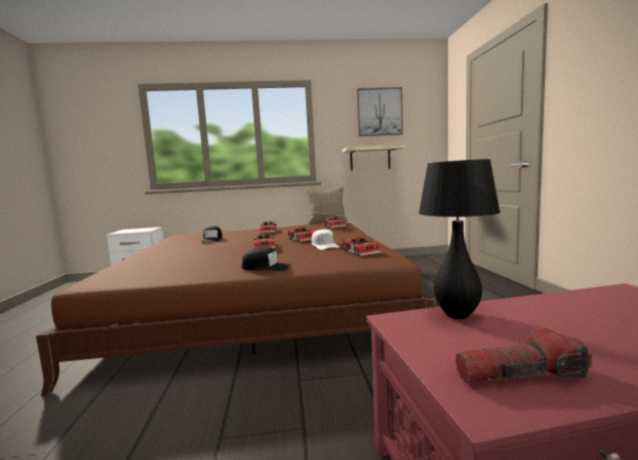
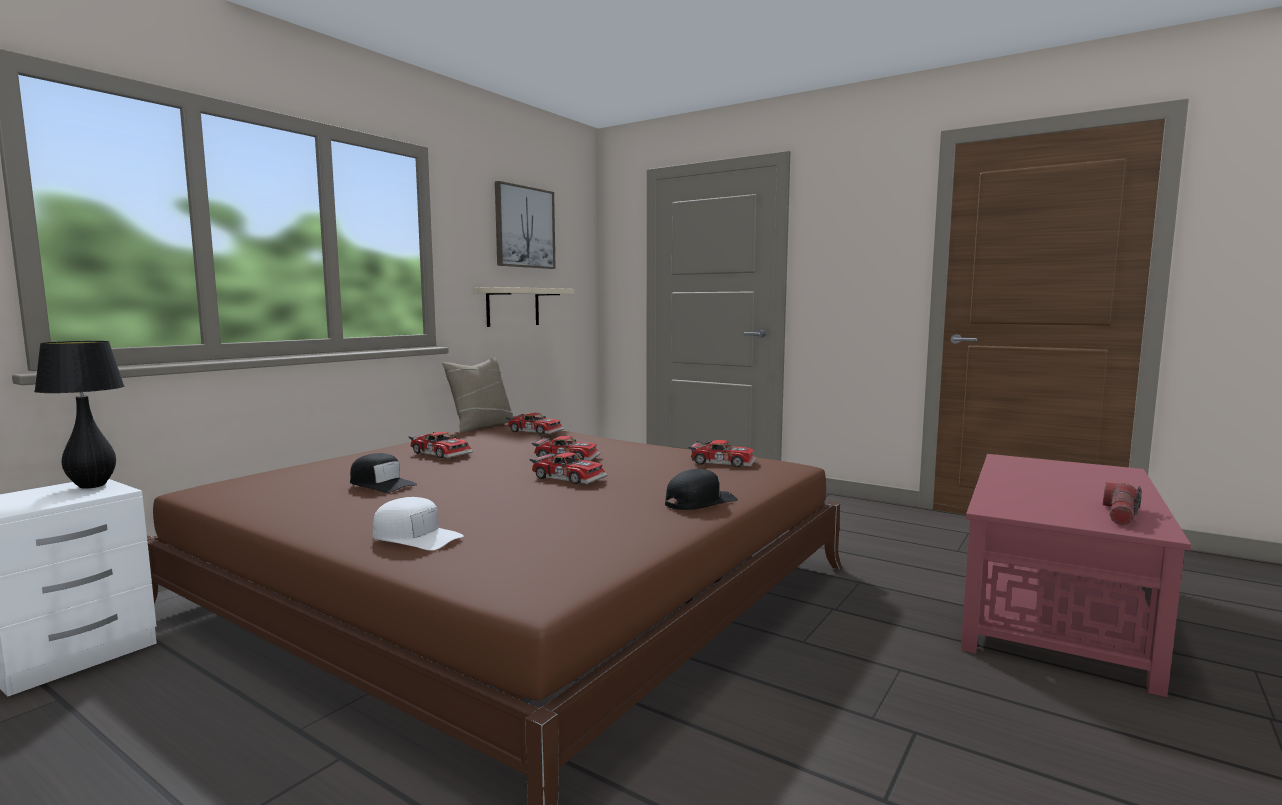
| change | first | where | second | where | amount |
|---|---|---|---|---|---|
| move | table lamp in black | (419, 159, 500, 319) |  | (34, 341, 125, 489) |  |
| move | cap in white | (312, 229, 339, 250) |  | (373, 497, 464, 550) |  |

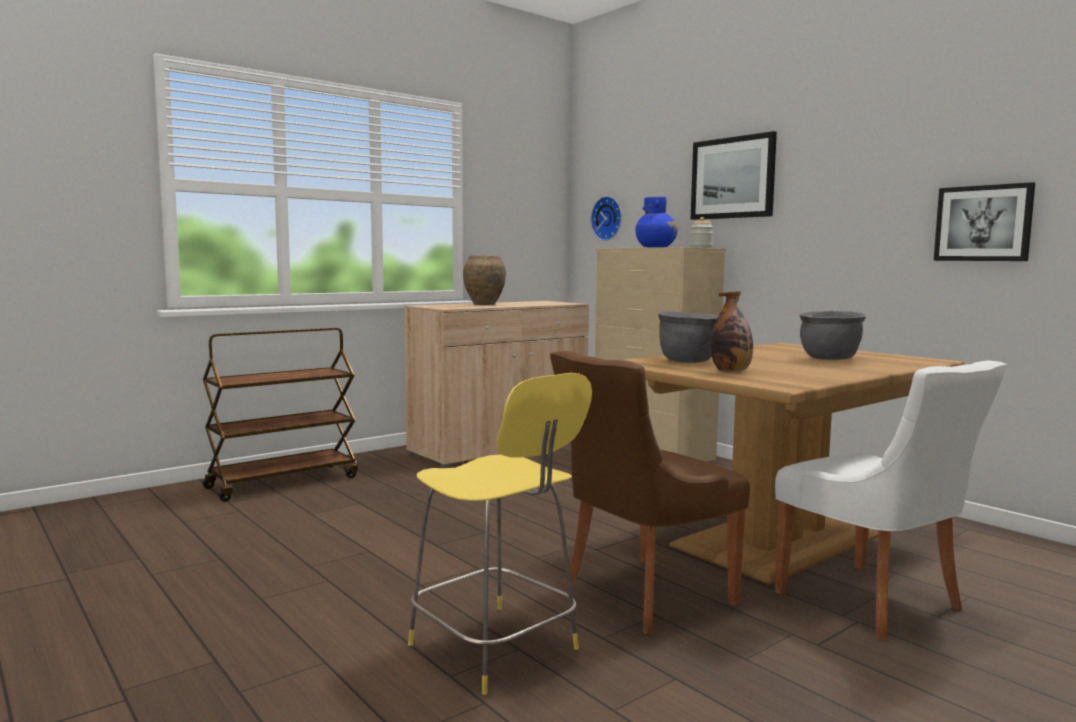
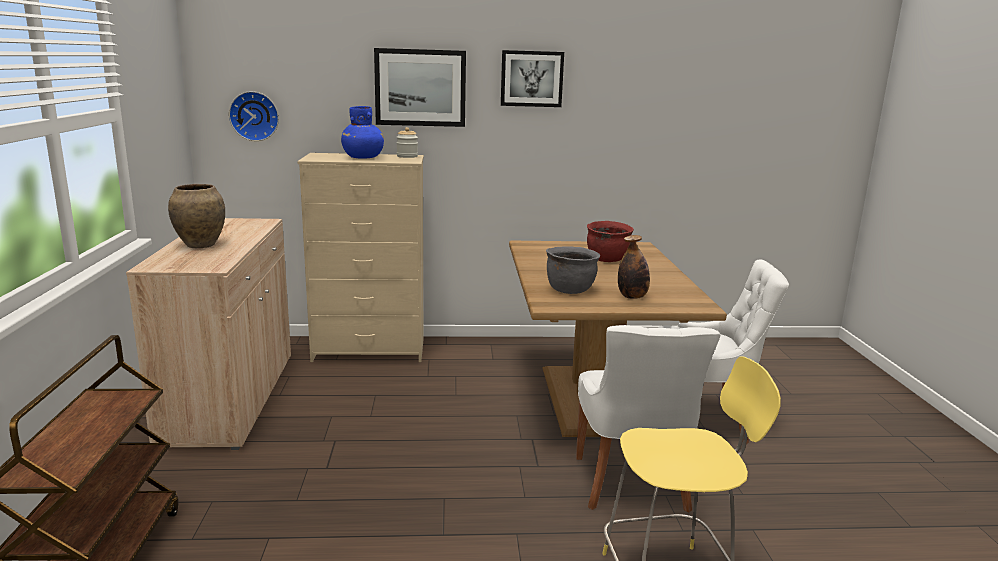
| change | first | where | second | where | amount |
|---|---|---|---|---|---|
| move | picture | (934, 182, 1035, 261) |  | (501, 50, 564, 107) |  |
| recolor | cooking pot in grey | (799, 311, 867, 360) | cooking pot in red | (587, 221, 634, 262) |  |
| recolor | chair in brown | (550, 351, 750, 635) | chair in white | (576, 325, 721, 513) |  |

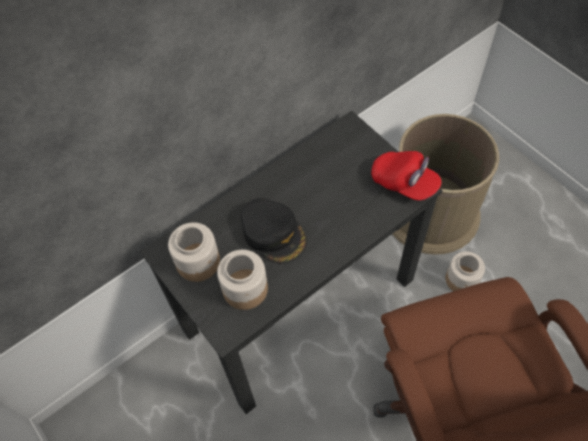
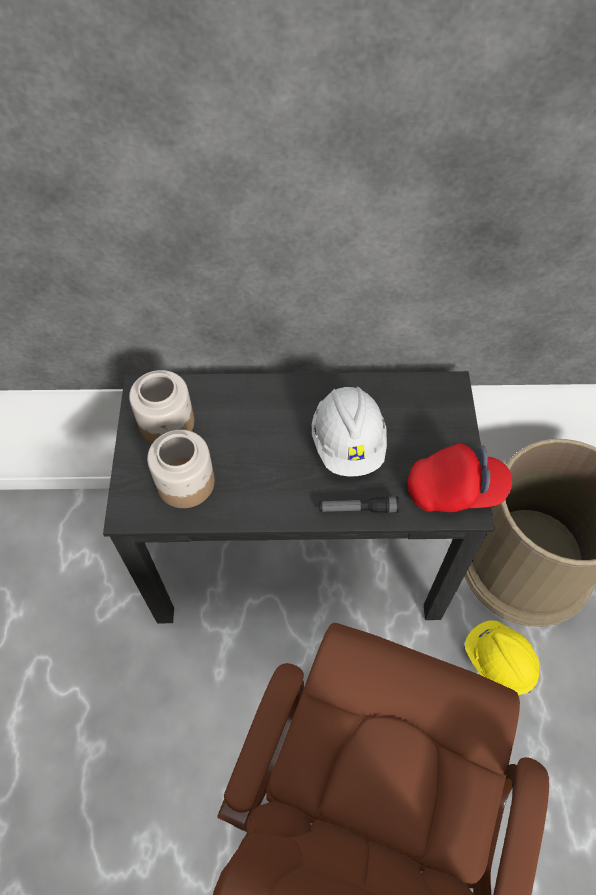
| change | first | where | second | where | amount |
|---|---|---|---|---|---|
| rotate | cap in red | (371, 151, 442, 201) |  | (407, 444, 512, 512) | 75 degrees counterclockwise |
| delete | cap in black | (241, 198, 307, 264) |  |  |  |
| replace | jar | (446, 251, 485, 291) | hard hat in yellow | (465, 620, 539, 695) |  |
| insert |  |  | hard hat in white | (312, 387, 387, 477) |  |
| insert |  |  | flashlight | (319, 496, 399, 513) |  |

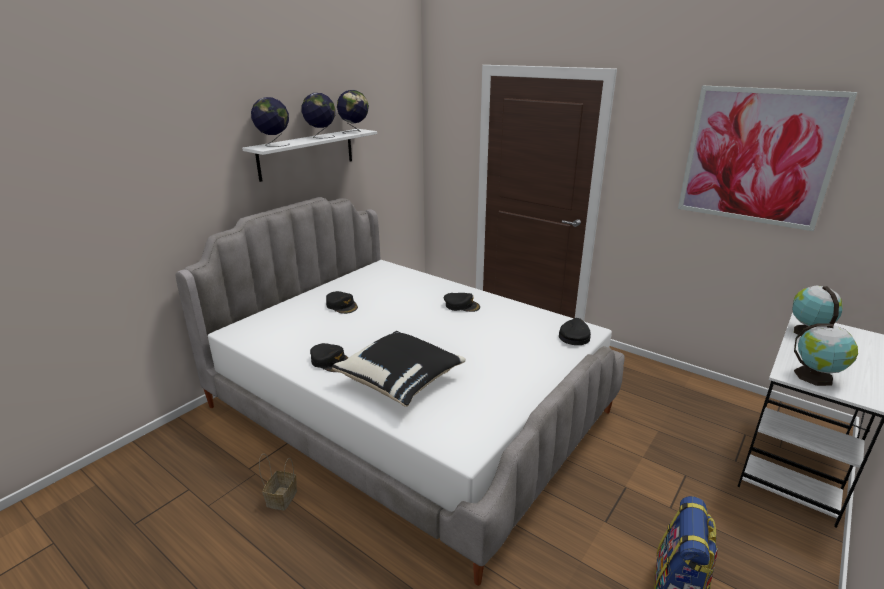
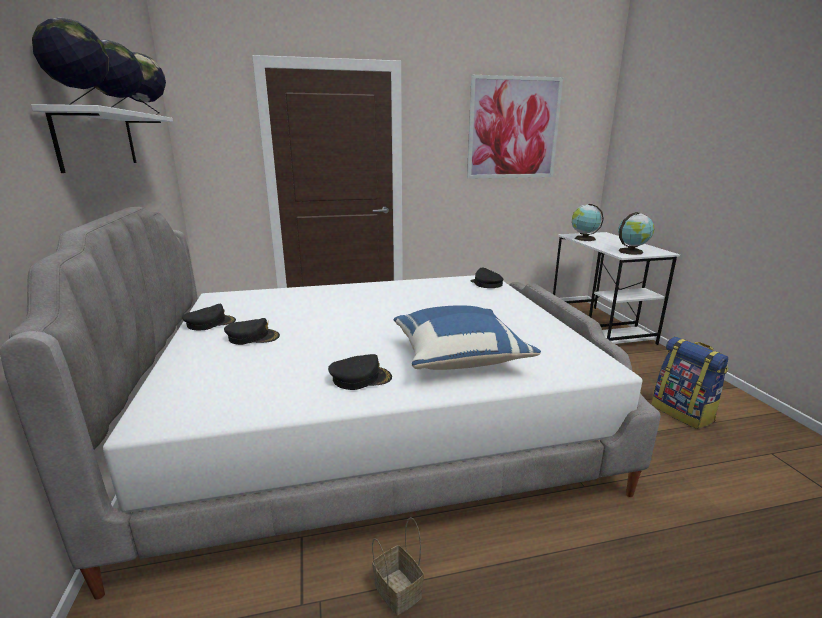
| change | first | where | second | where | amount |
|---|---|---|---|---|---|
| move | cap in black | (444, 293, 480, 312) |  | (182, 304, 236, 330) |  |
| recolor | pillow in black | (332, 331, 466, 407) | pillow in blue | (394, 305, 541, 370) |  |

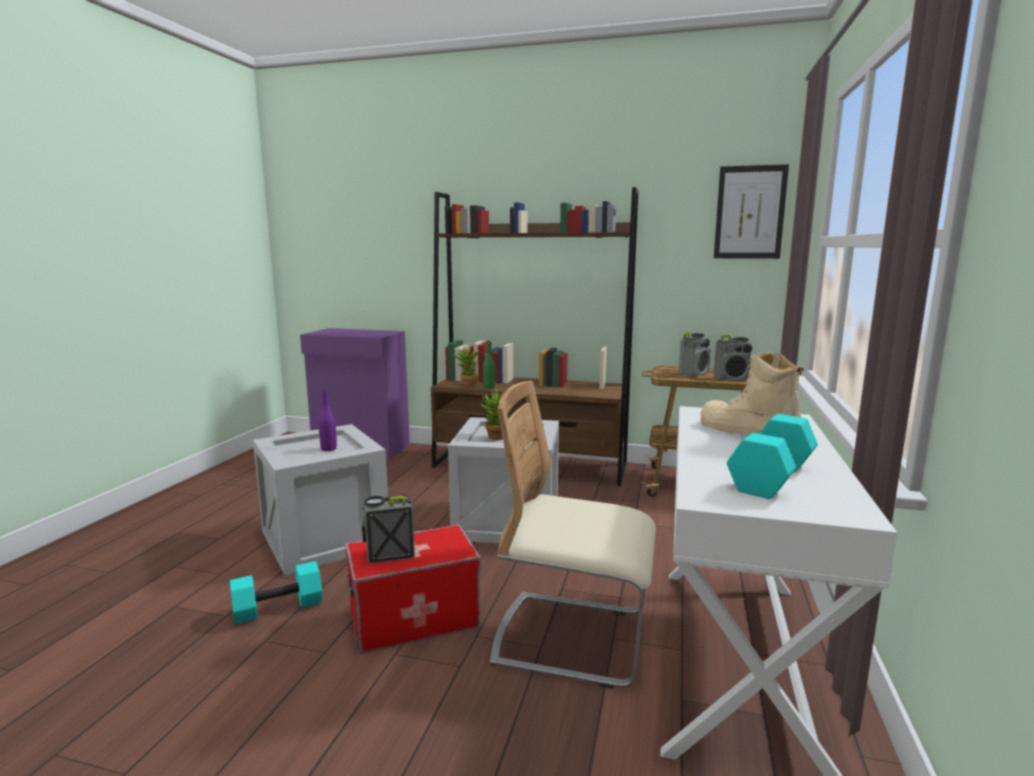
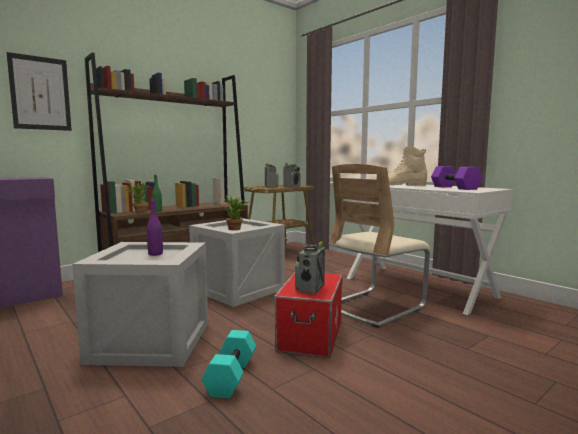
| change | first | where | second | where | amount |
|---|---|---|---|---|---|
| move | picture | (714, 164, 789, 259) |  | (7, 52, 72, 131) |  |
| recolor | dumbbell in turquoise | (727, 414, 818, 499) | dumbbell in purple | (431, 166, 482, 190) |  |

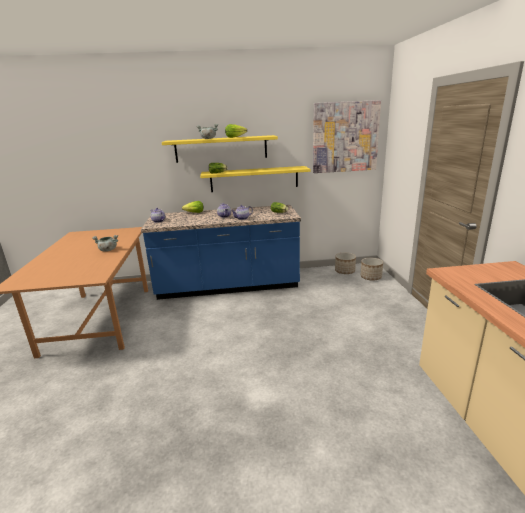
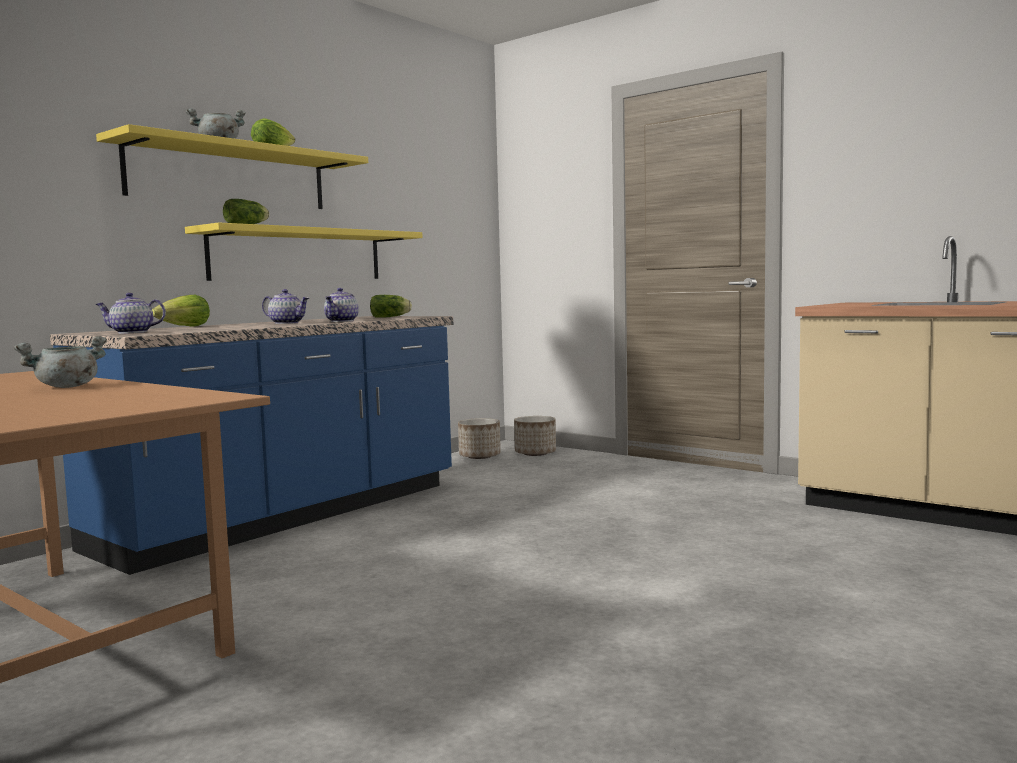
| change | first | where | second | where | amount |
|---|---|---|---|---|---|
| delete | picture | (313, 100, 381, 173) |  |  |  |

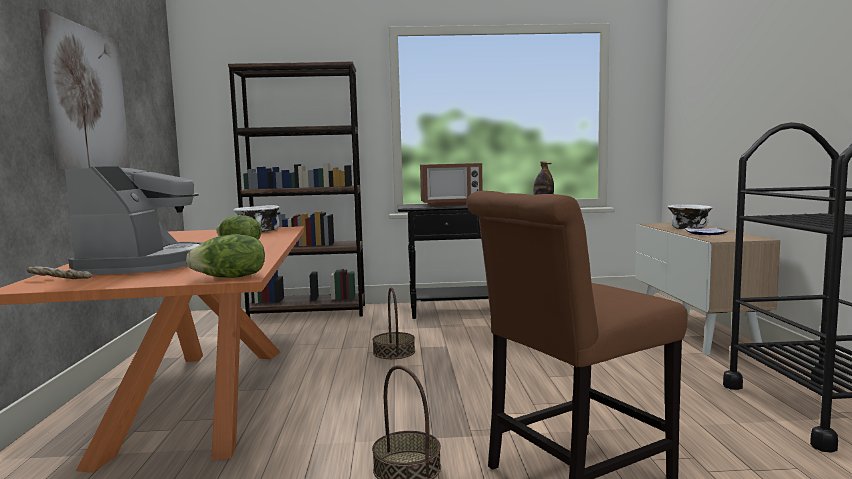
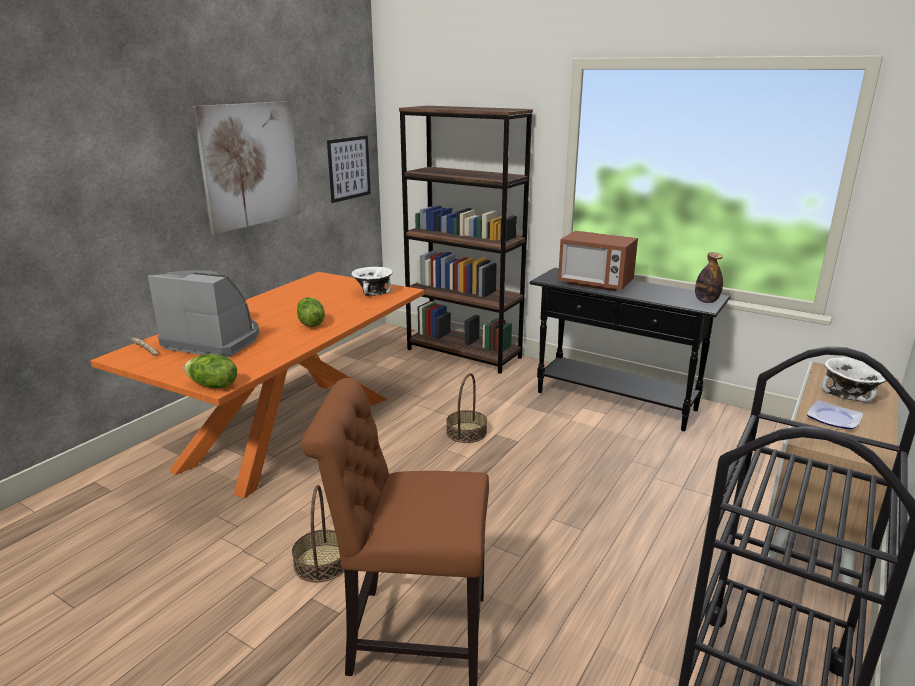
| change | first | where | second | where | amount |
|---|---|---|---|---|---|
| rotate | coffee machine | (65, 166, 203, 275) |  | (148, 270, 259, 357) | 105 degrees counterclockwise |
| insert |  |  | picture | (327, 135, 371, 203) |  |

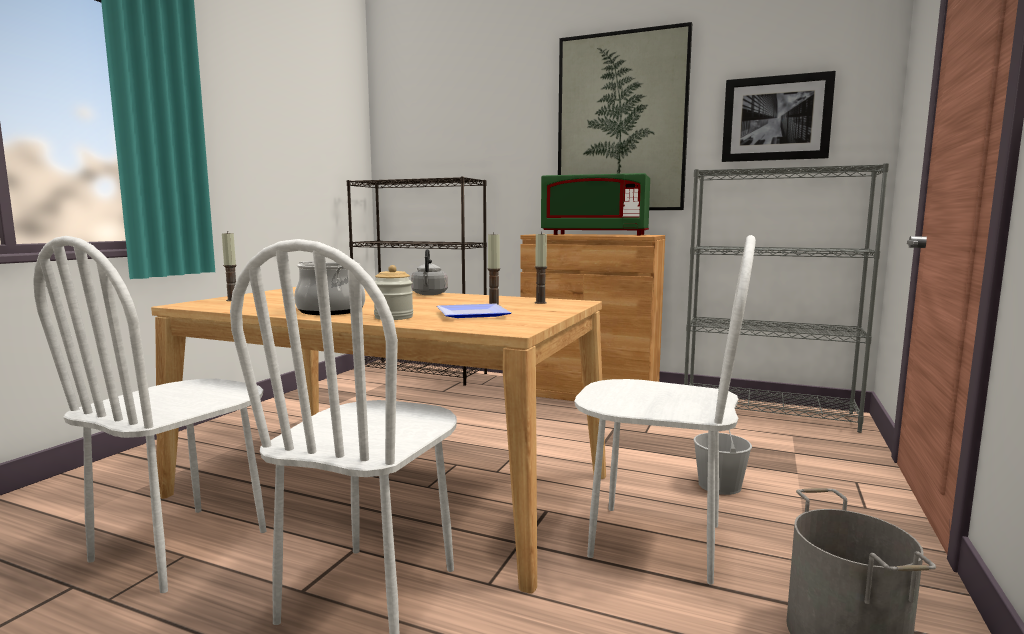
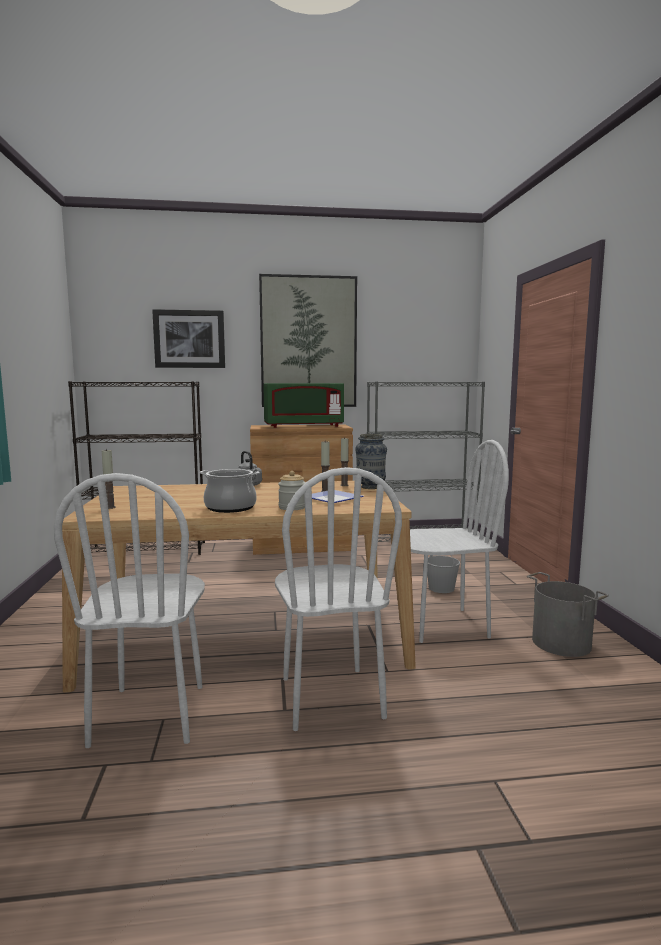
| change | first | where | second | where | amount |
|---|---|---|---|---|---|
| move | picture | (722, 71, 836, 162) |  | (152, 309, 225, 368) |  |
| insert |  |  | vase | (355, 434, 387, 489) |  |

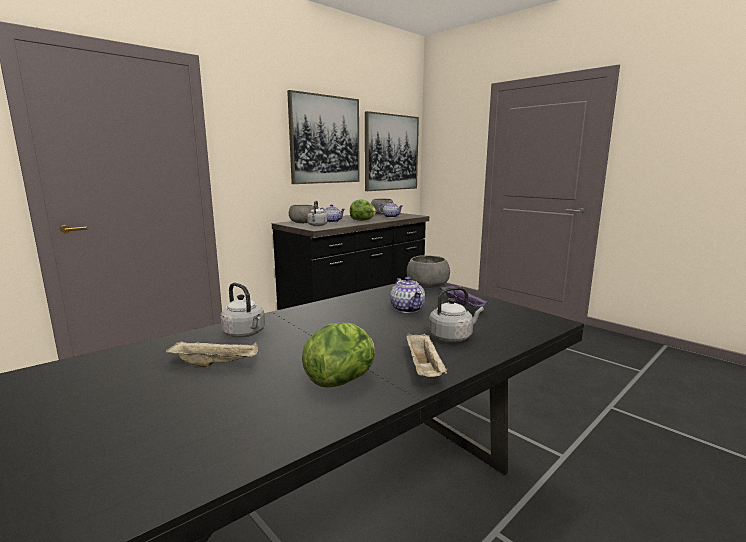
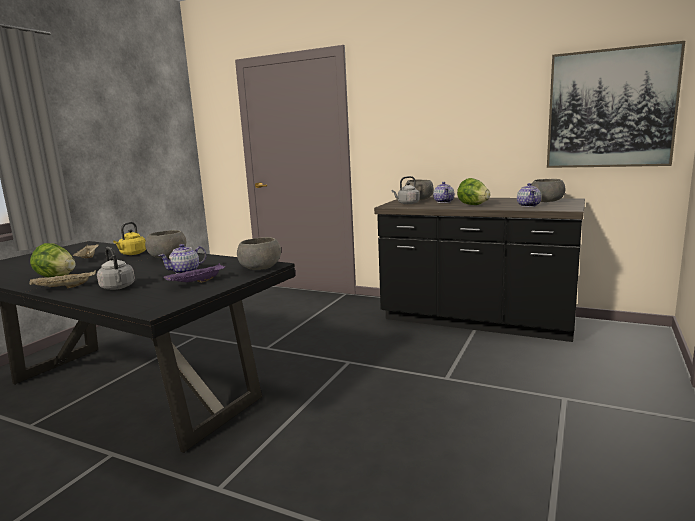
| change | first | where | second | where | amount |
|---|---|---|---|---|---|
| delete | picture | (287, 90, 360, 184) |  |  |  |
| recolor | kettle in grey | (220, 283, 265, 338) | kettle in yellow | (113, 222, 146, 255) |  |
| insert |  |  | bowl in grey | (145, 230, 186, 258) |  |

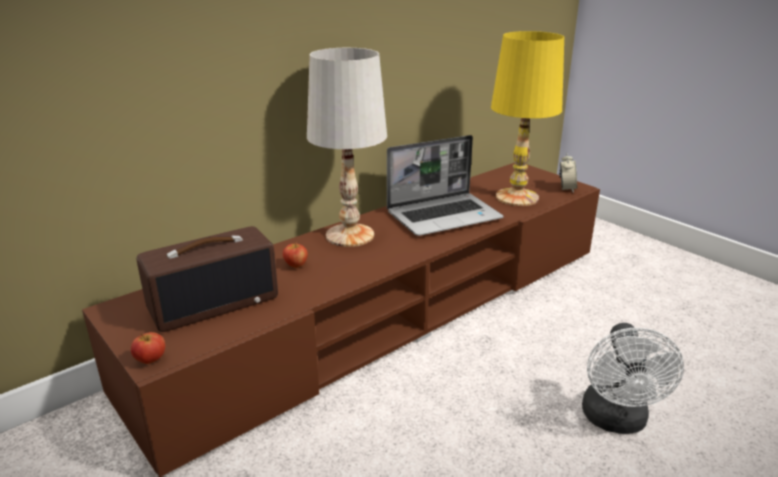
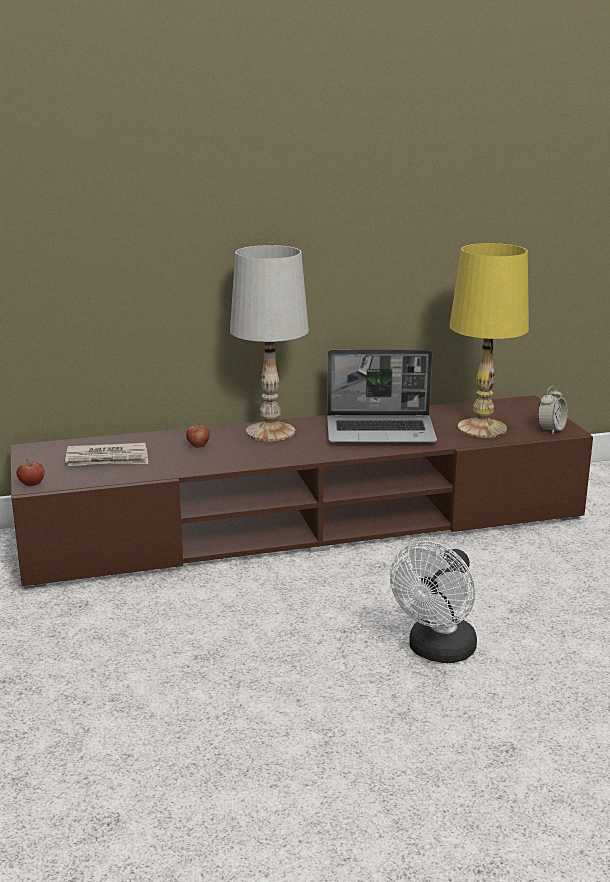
| change | first | where | second | where | amount |
|---|---|---|---|---|---|
| replace | radio | (137, 226, 278, 332) | newspaper | (65, 443, 148, 466) |  |

